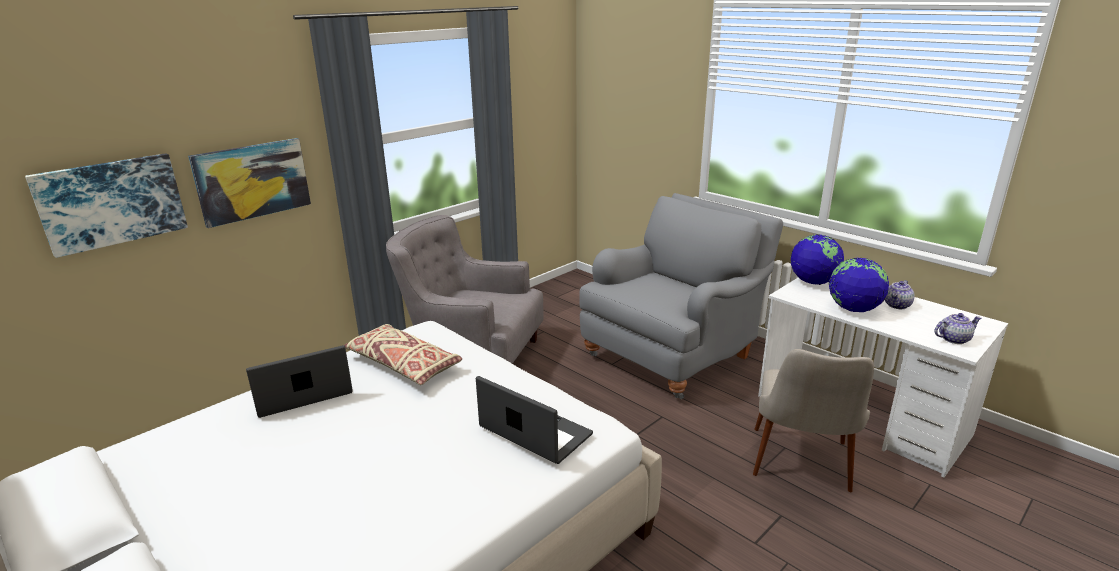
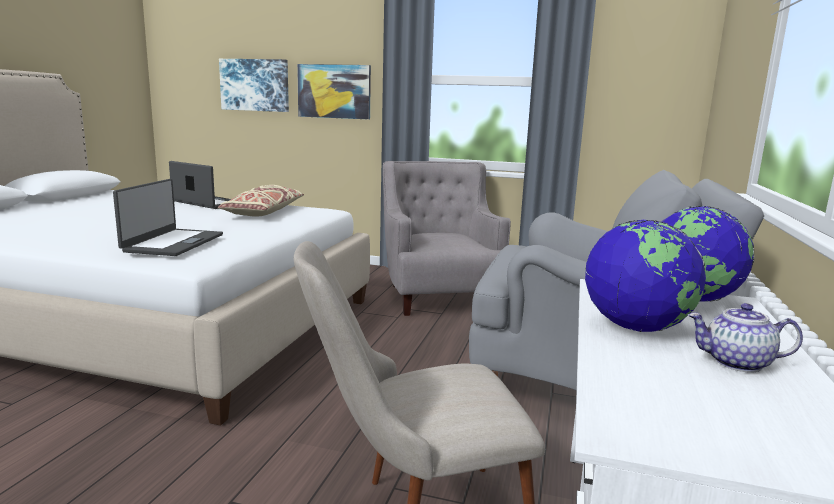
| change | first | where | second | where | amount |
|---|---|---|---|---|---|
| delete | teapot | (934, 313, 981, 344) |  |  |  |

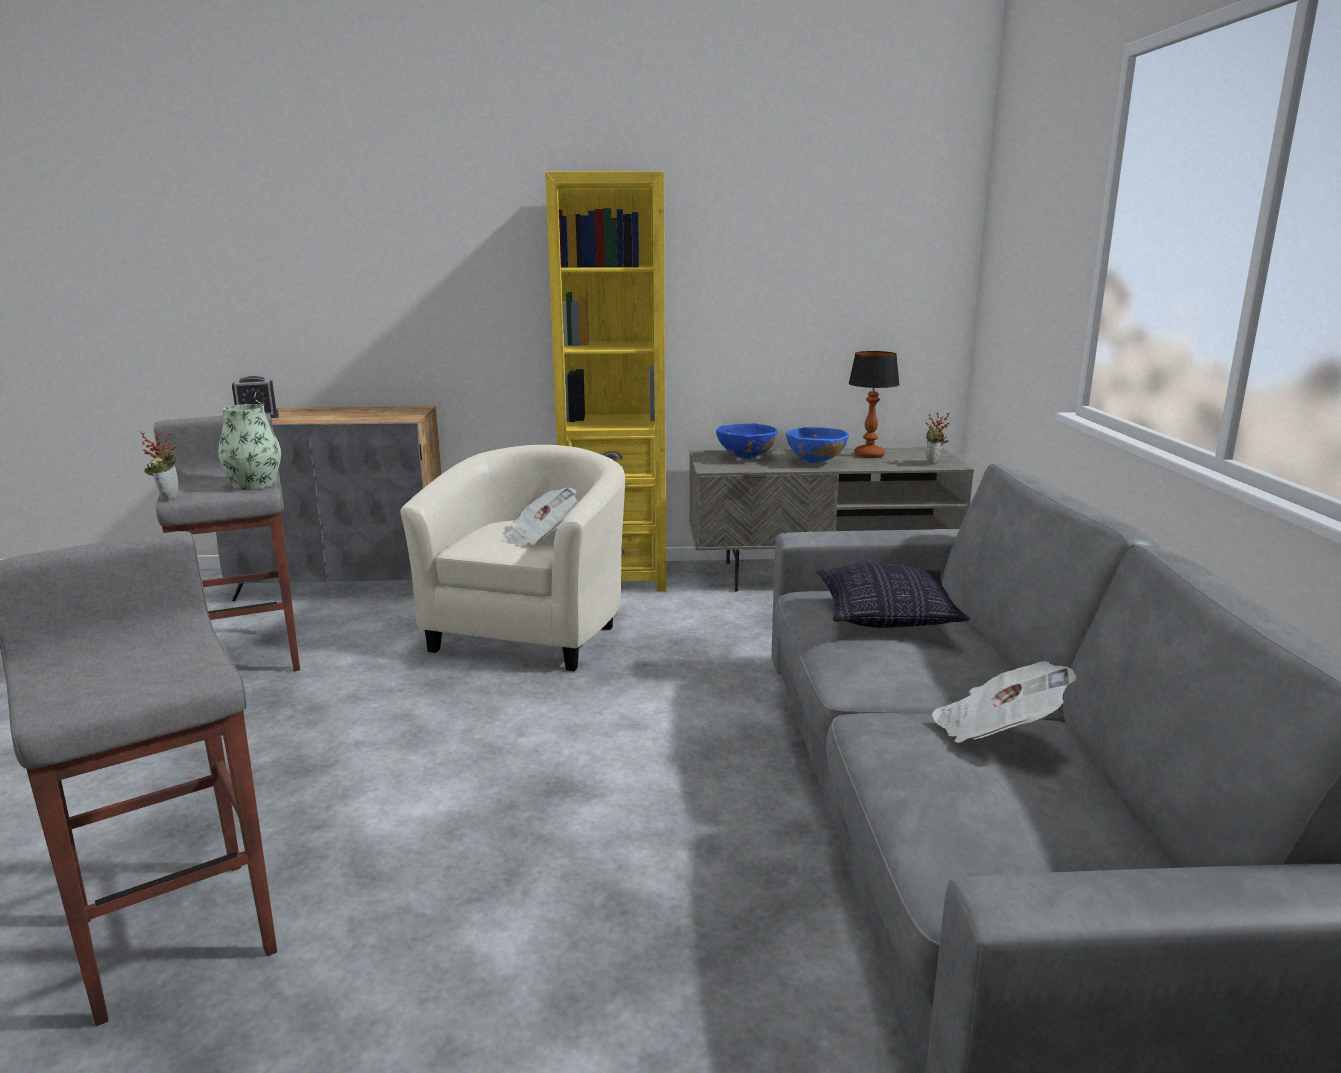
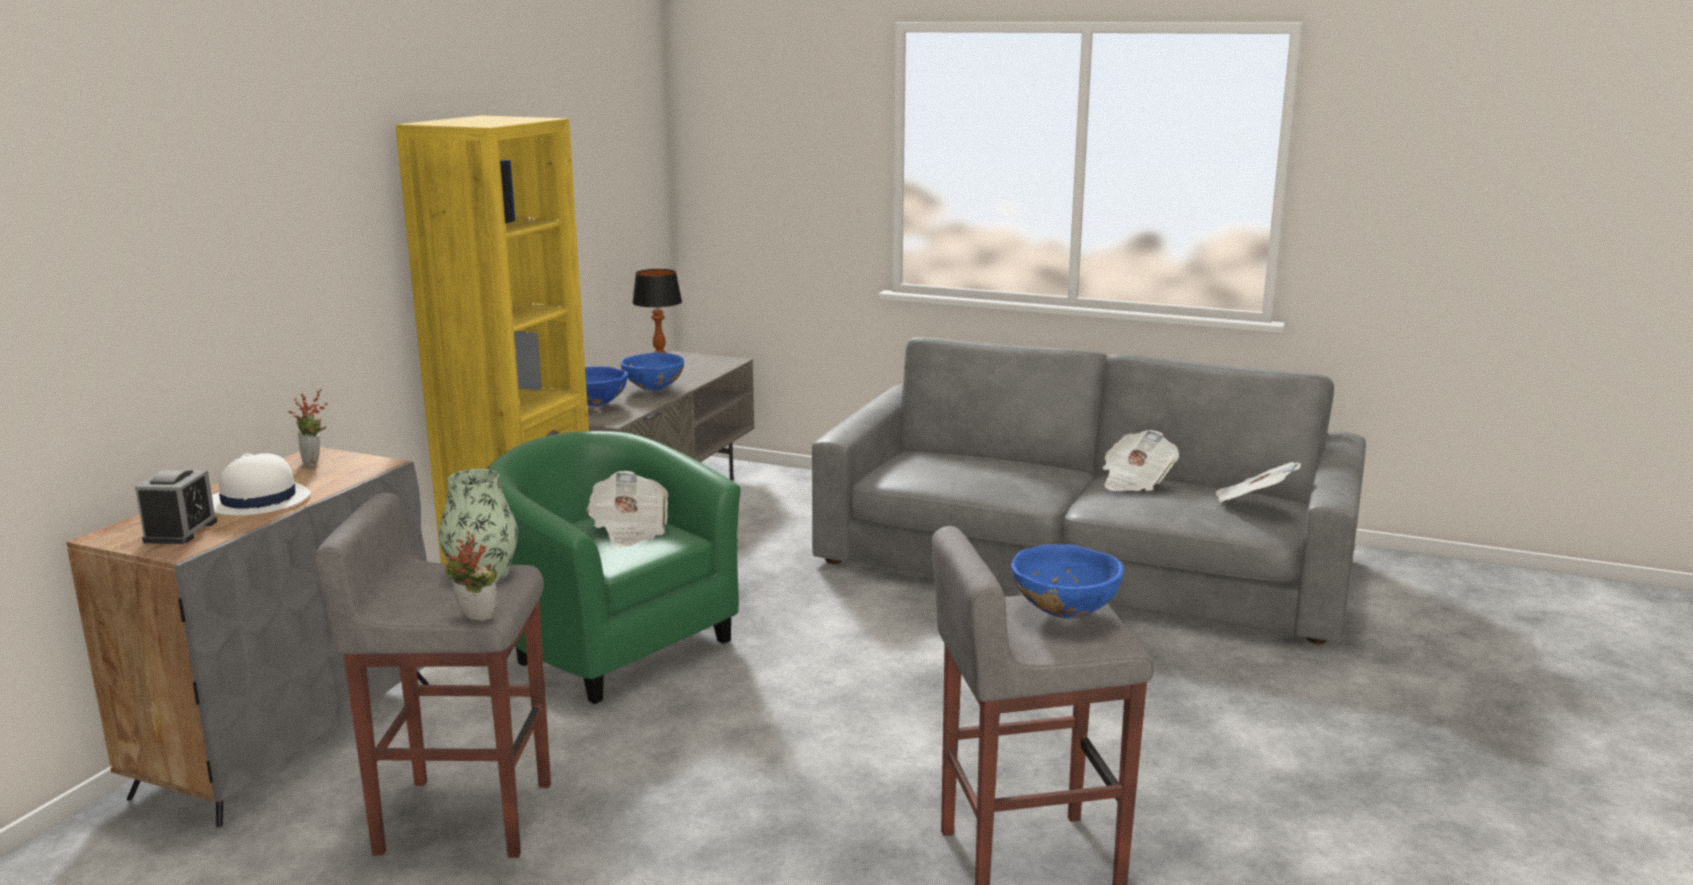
| change | first | where | second | where | amount |
|---|---|---|---|---|---|
| move | potted plant | (925, 412, 950, 464) |  | (288, 389, 328, 467) |  |
| recolor | armchair in beige | (400, 445, 625, 671) | armchair in green | (487, 431, 741, 704) |  |
| delete | pillow | (817, 563, 970, 628) |  |  |  |
| insert |  |  | hat in white | (212, 453, 311, 515) |  |
| insert |  |  | newspaper | (1216, 462, 1301, 502) |  |
| insert |  |  | bowl in blue | (1011, 544, 1124, 618) |  |

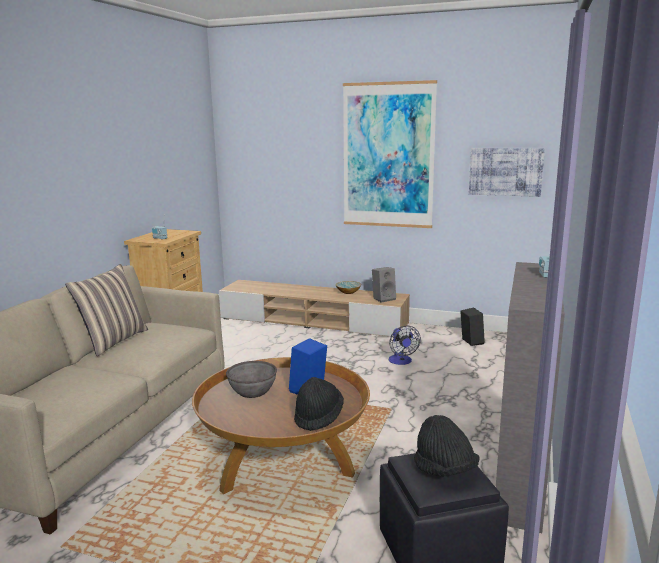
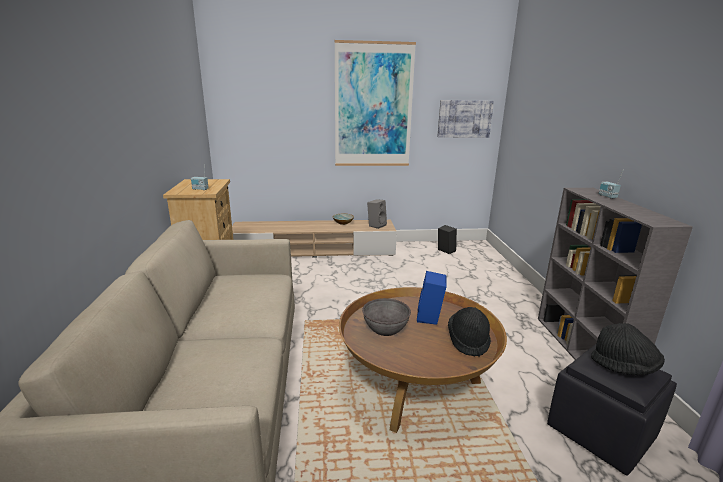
| change | first | where | second | where | amount |
|---|---|---|---|---|---|
| delete | pillow | (65, 264, 148, 356) |  |  |  |
| delete | fan | (389, 326, 421, 365) |  |  |  |

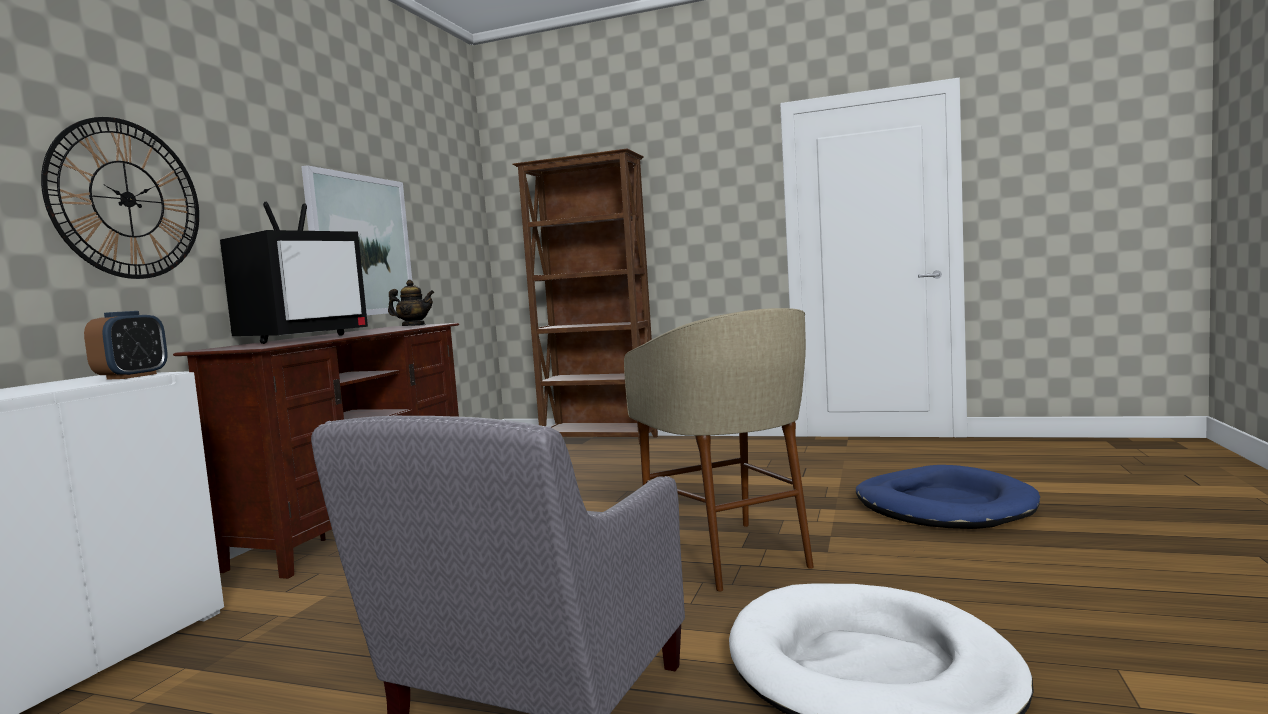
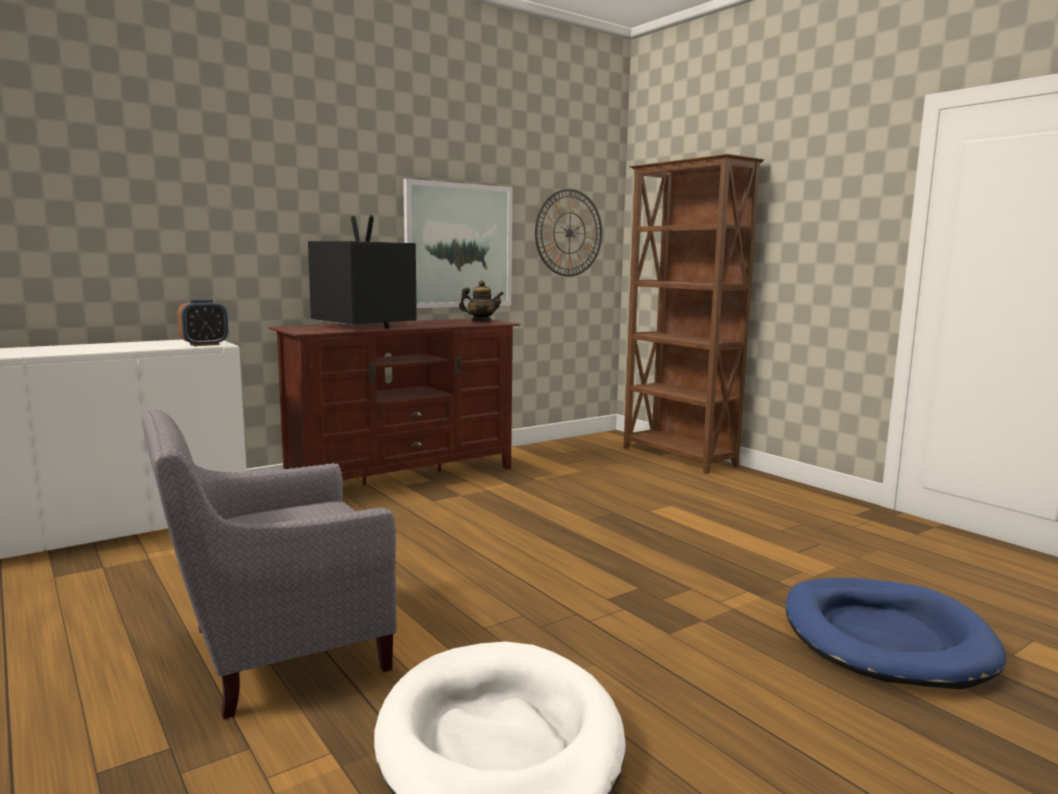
| change | first | where | second | where | amount |
|---|---|---|---|---|---|
| move | wall clock | (41, 117, 199, 279) |  | (535, 189, 602, 277) |  |
| rotate | television | (220, 202, 368, 344) |  | (308, 215, 417, 328) | 120 degrees counterclockwise |
| rotate | teapot | (388, 280, 434, 326) |  | (459, 280, 504, 322) | 45 degrees counterclockwise |
| delete | stool in beige | (624, 308, 814, 591) |  |  |  |

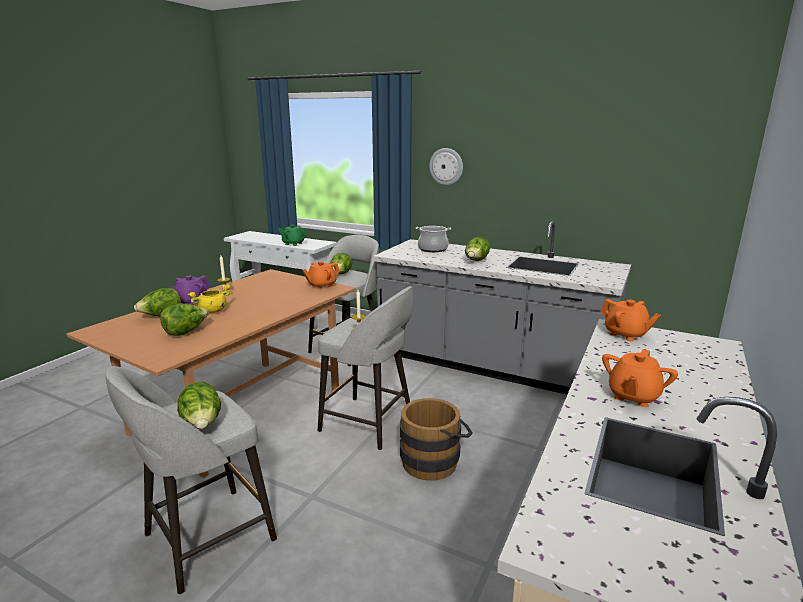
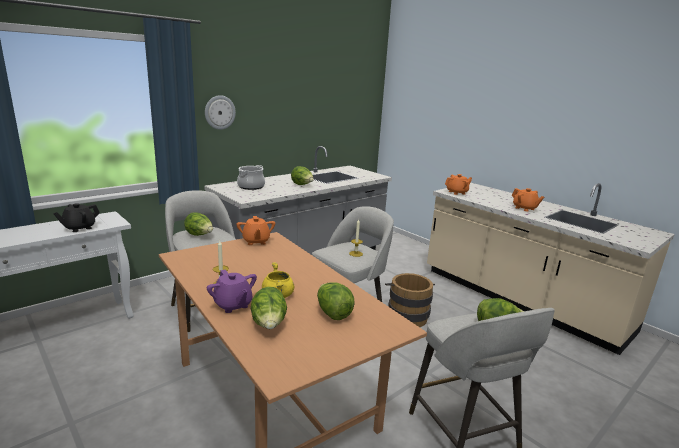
| change | first | where | second | where | amount |
|---|---|---|---|---|---|
| recolor | teapot in green | (278, 225, 307, 246) | teapot in black | (53, 203, 100, 232) |  |

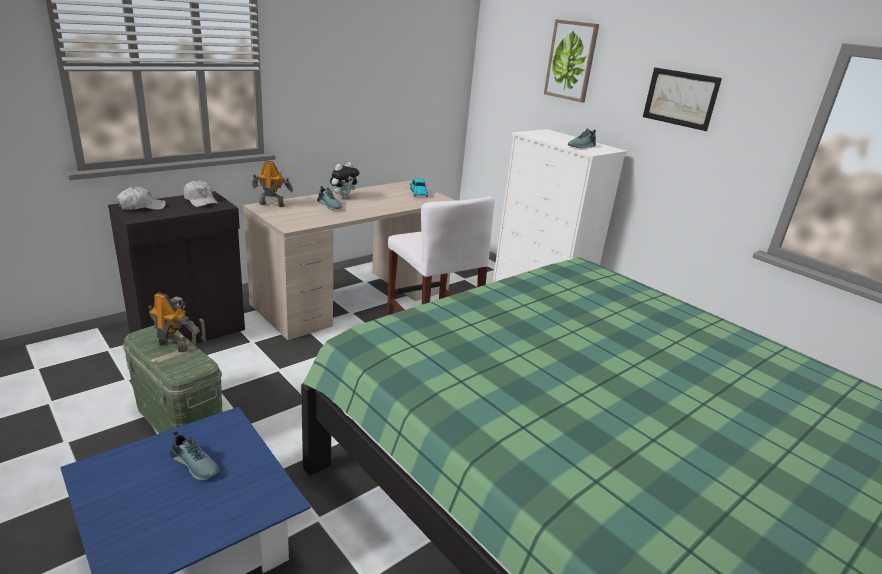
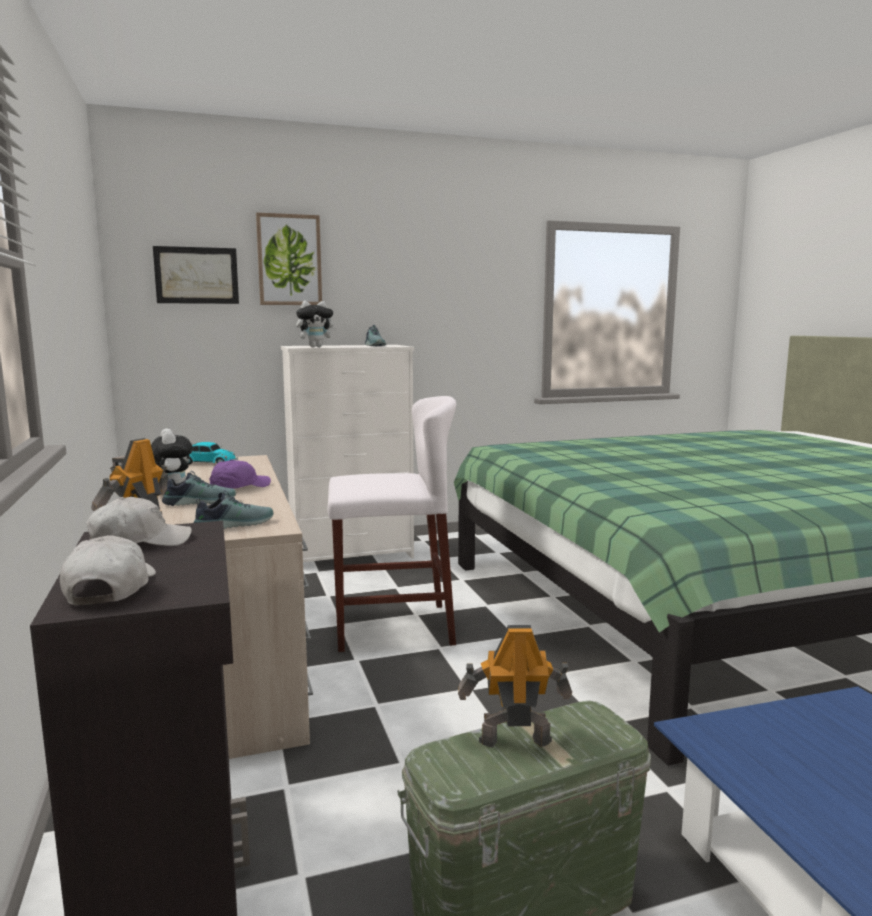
| change | first | where | second | where | amount |
|---|---|---|---|---|---|
| move | picture | (643, 67, 722, 131) |  | (153, 246, 239, 304) |  |
| rotate | toy robot | (148, 292, 200, 352) |  | (458, 625, 572, 748) | 45 degrees clockwise |
| move | shoe | (170, 431, 219, 480) |  | (194, 490, 273, 529) |  |
| insert |  |  | plush toy | (296, 301, 338, 347) |  |
| insert |  |  | cap in purple | (209, 460, 271, 489) |  |

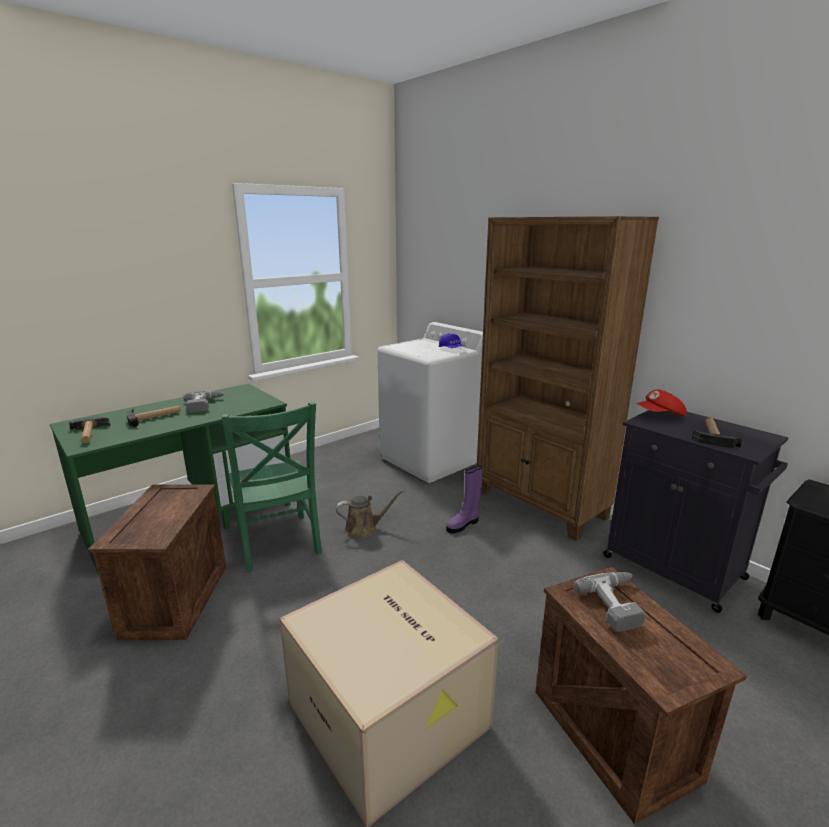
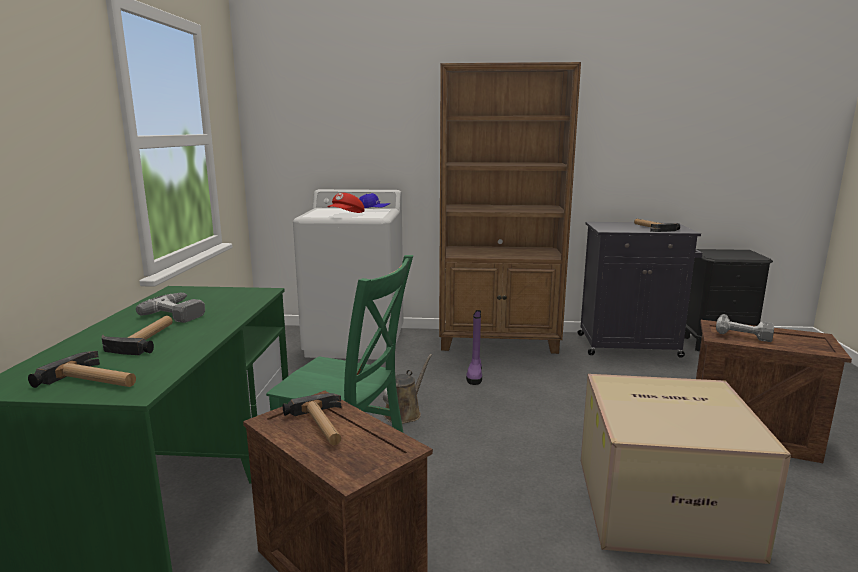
| change | first | where | second | where | amount |
|---|---|---|---|---|---|
| move | cap in red | (636, 389, 686, 416) |  | (328, 193, 365, 213) |  |
| insert |  |  | hammer | (283, 393, 341, 445) |  |

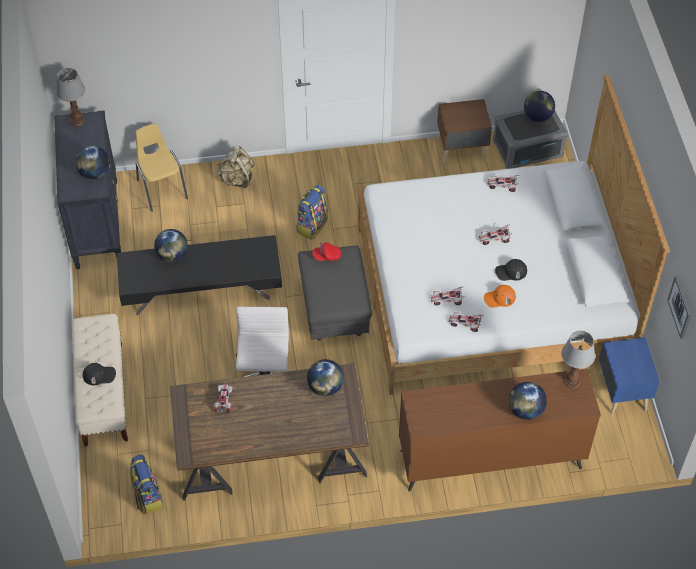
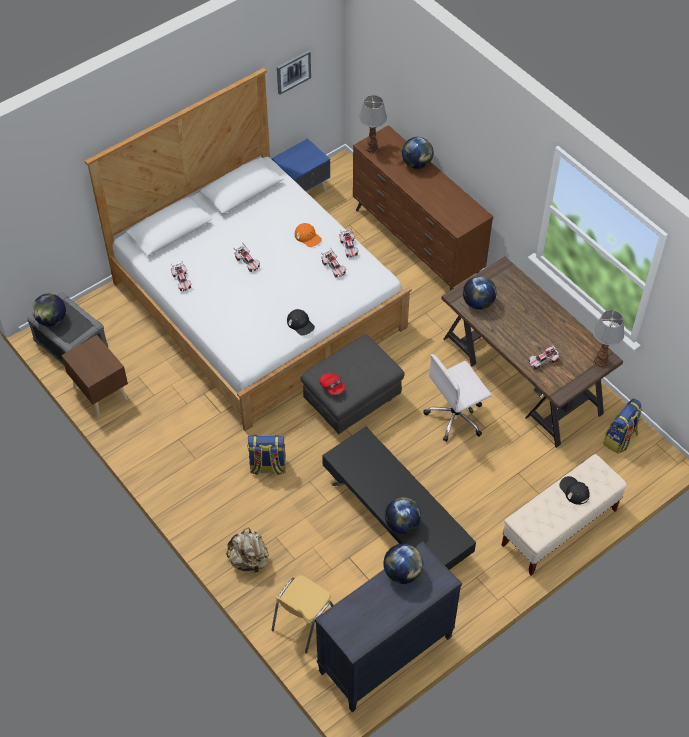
| change | first | where | second | where | amount |
|---|---|---|---|---|---|
| move | table lamp | (56, 68, 85, 127) |  | (593, 310, 624, 367) |  |
| move | cap in black | (495, 259, 527, 281) |  | (287, 309, 315, 336) |  |

